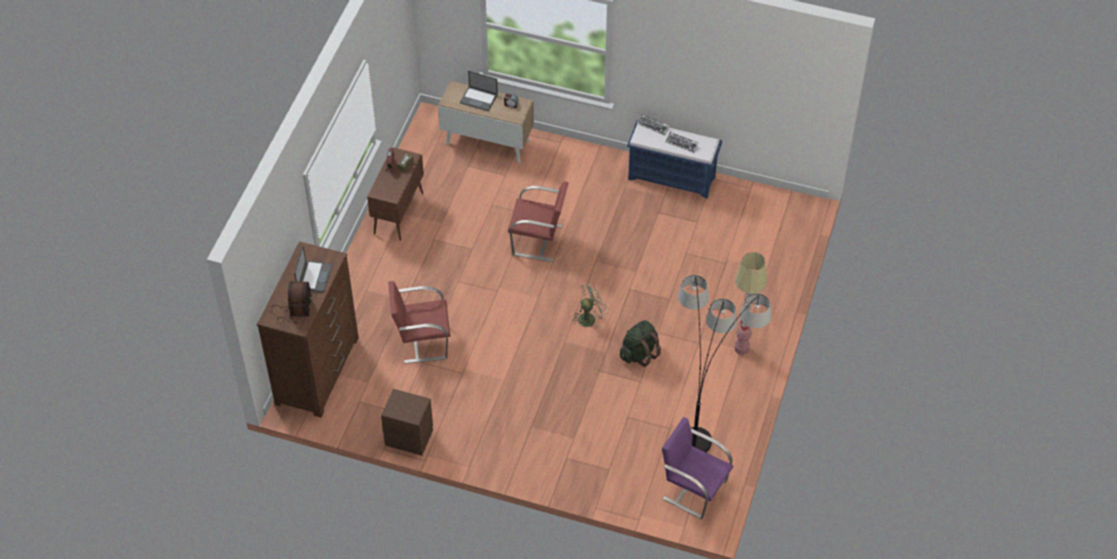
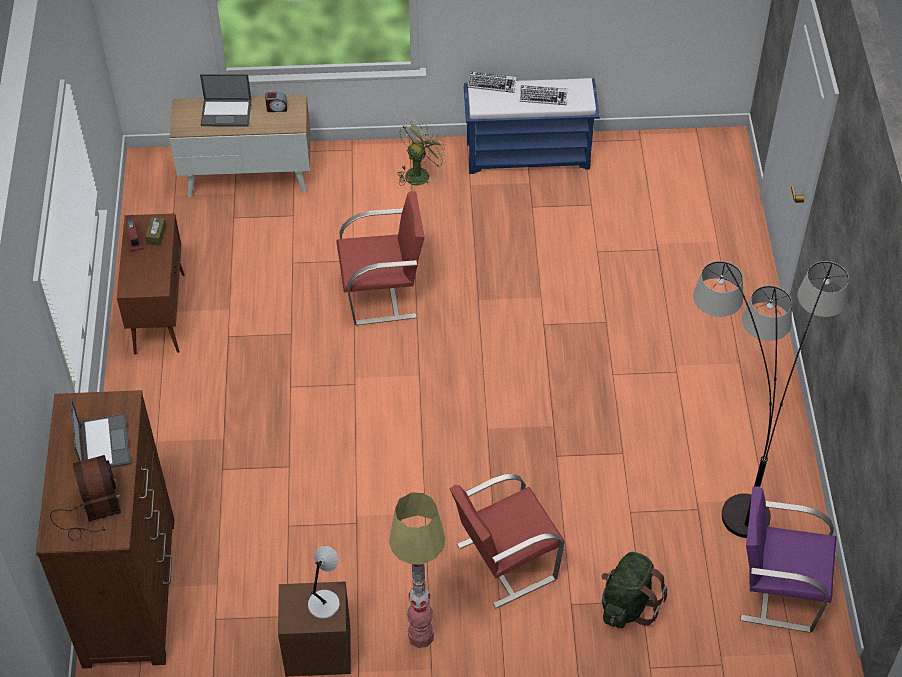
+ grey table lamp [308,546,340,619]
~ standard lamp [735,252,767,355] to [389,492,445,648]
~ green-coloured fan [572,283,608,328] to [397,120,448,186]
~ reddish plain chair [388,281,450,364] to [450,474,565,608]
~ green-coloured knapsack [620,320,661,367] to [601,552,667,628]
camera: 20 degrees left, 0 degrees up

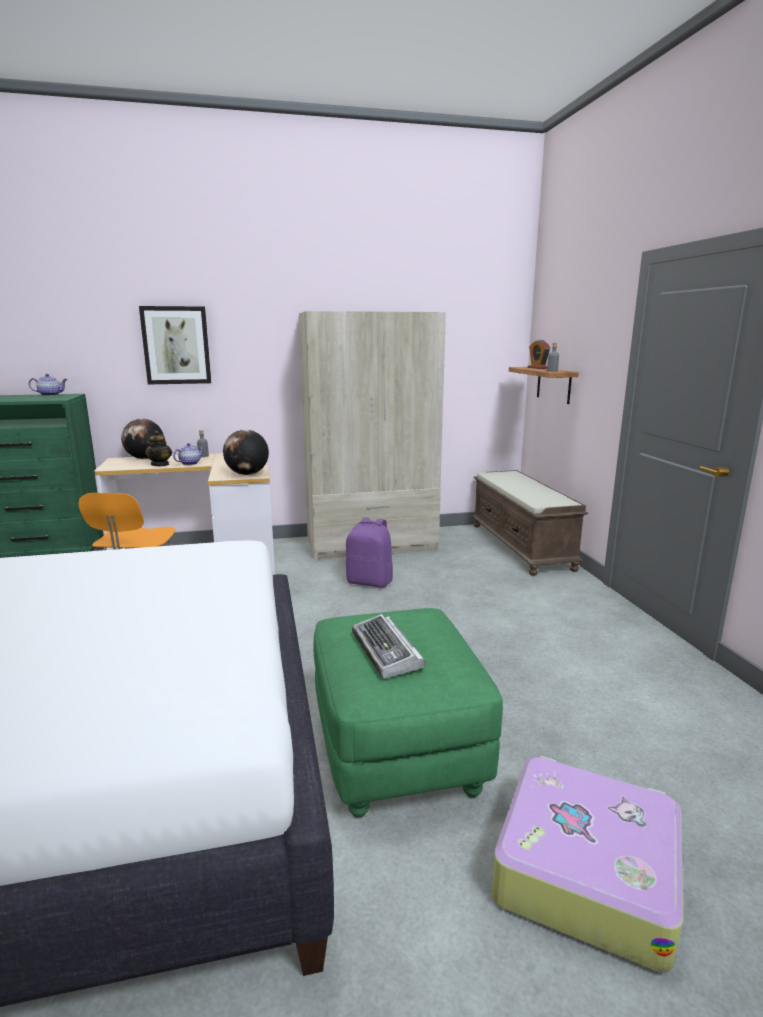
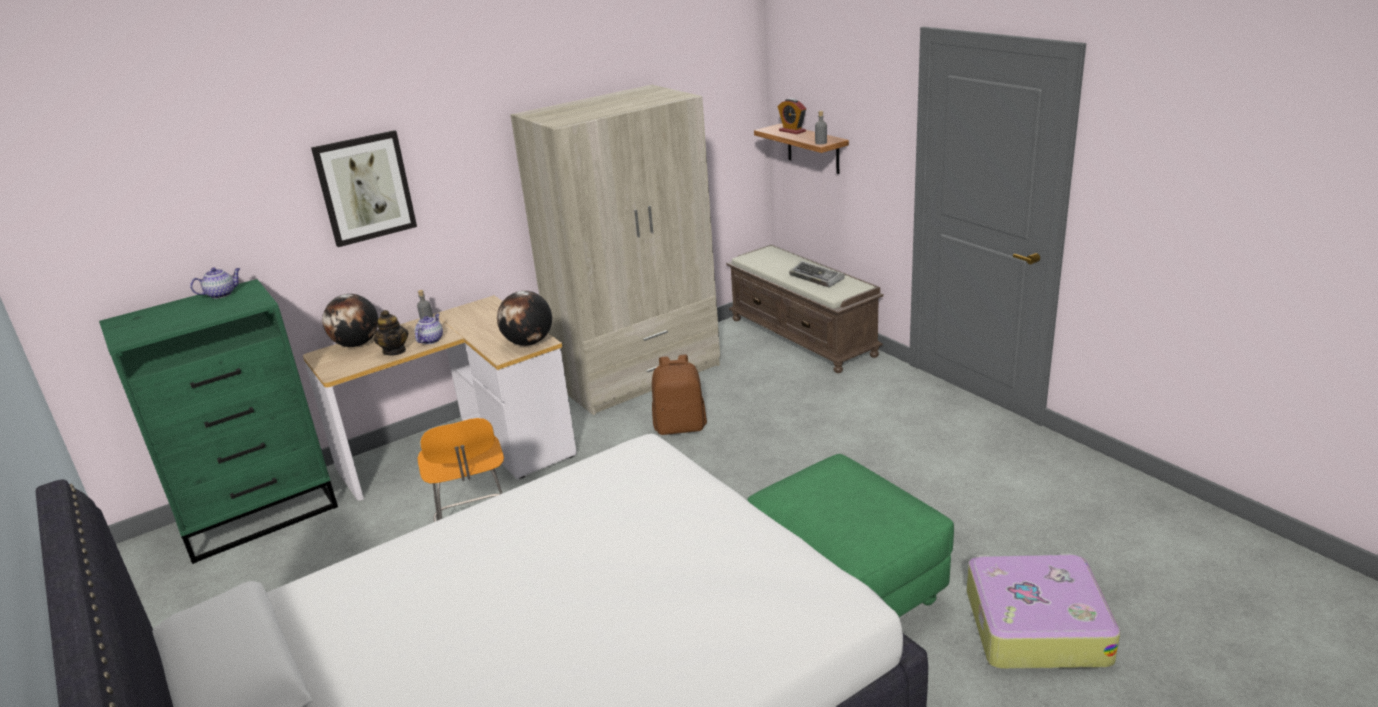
~ purple knapsack [345,517,393,588] to brownish knapsack [652,355,707,435]
~ computer keyboard [352,614,425,679] to [789,261,845,288]
camera: 20 degrees left, 10 degrees up

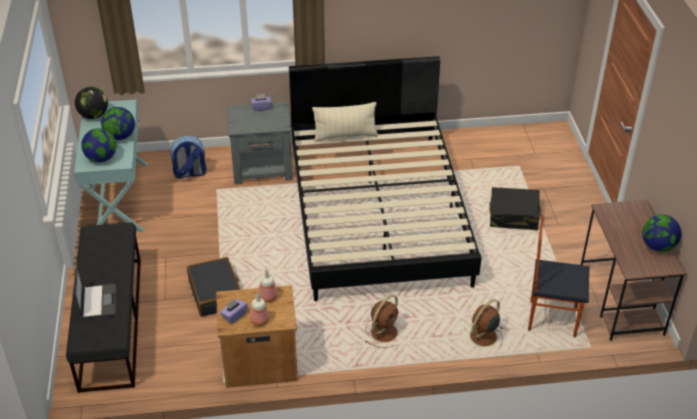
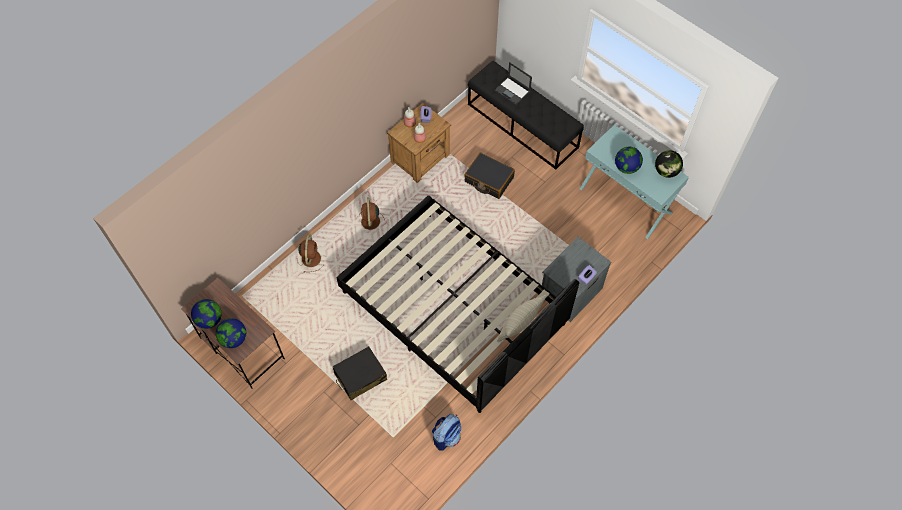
~ globe [81,128,116,162] to [216,318,246,348]
~ knapsack [170,136,206,179] to [432,414,461,450]
- plain chair [528,216,589,337]
camera: 140 degrees right, 20 degrees up

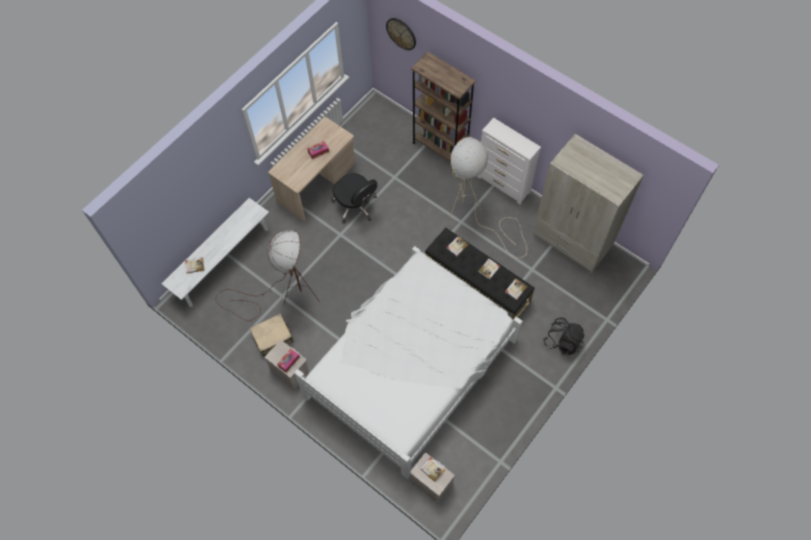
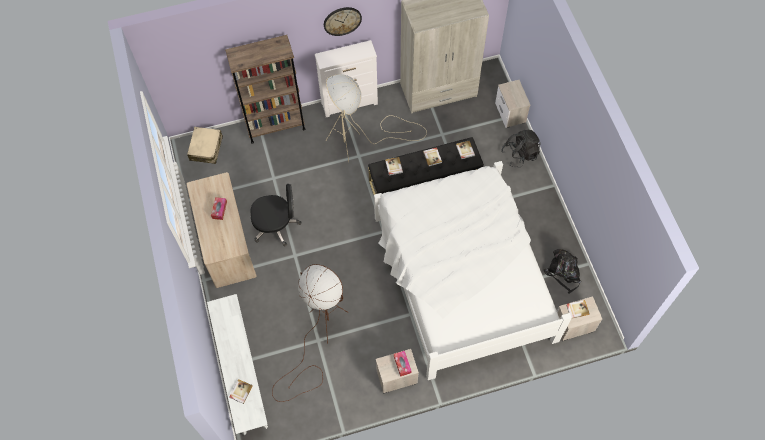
~ sand-coloured travel case [250,314,294,356] to [187,127,223,164]
~ clock on the wall [386,18,416,50] to [324,7,362,36]
+ nightstand [495,80,530,128]
+ black-coloured knapsack [544,249,581,294]
camera: 55 degrees left, 0 degrees up

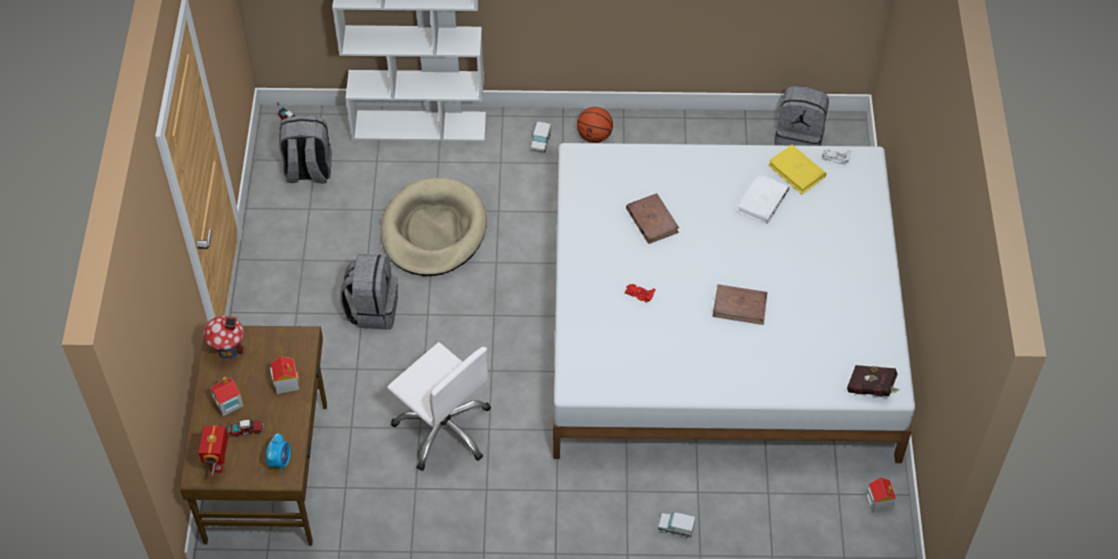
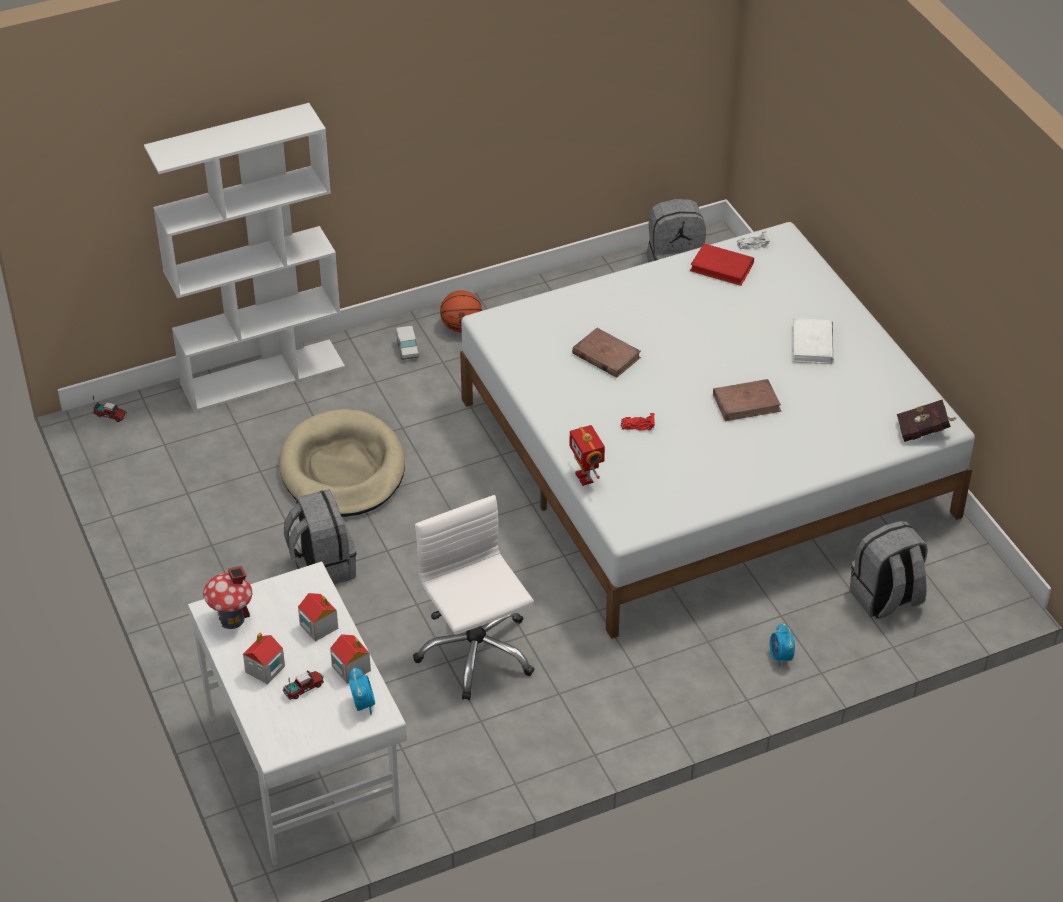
~ brownish desk [180,325,327,546] to whitish desk [188,561,407,865]
~ model house [866,477,896,513] to [330,634,371,684]
~ whitish desk chair [387,342,491,471] = [413,495,535,700] 135 degrees counterclockwise
~ robot figure [198,425,228,477] to [569,425,605,486]
~ yellow bound book [768,145,826,194] to reddish bound book [690,243,754,286]
~ toy lorry [658,512,695,538] to alarm clock [770,623,795,667]
~ whitish bound book [736,174,790,224] to [792,318,834,364]
~ grey knapsack [279,115,332,183] to [850,521,928,619]
camera: 25 degrees left, 10 degrees down

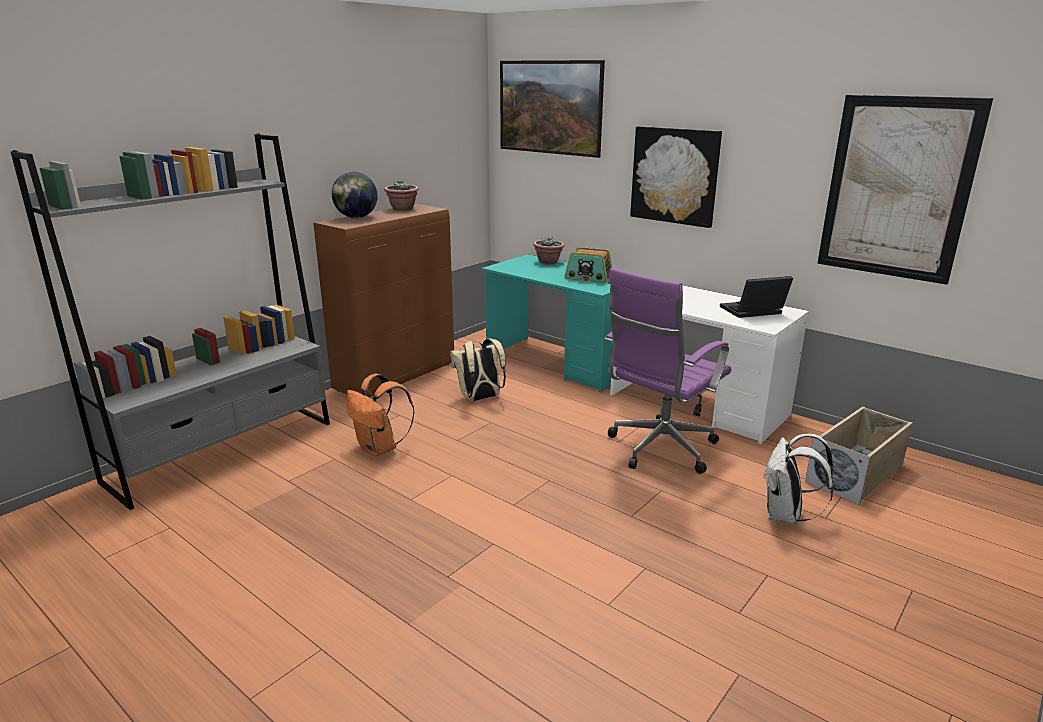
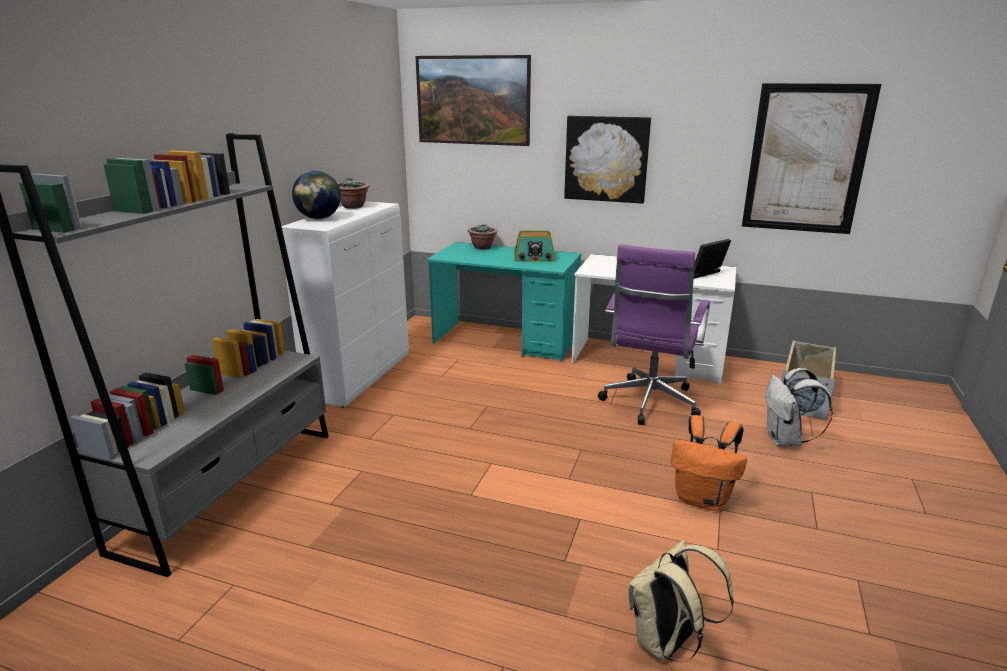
~ brownish storage cabinet [313,204,454,397] to whitish storage cabinet [281,201,409,408]
~ sand-coloured knapsack [450,339,506,401] to [628,540,734,662]
~ orange-coloured knapsack [347,374,414,456] to [671,415,747,511]
camera: 20 degrees left, 0 degrees up

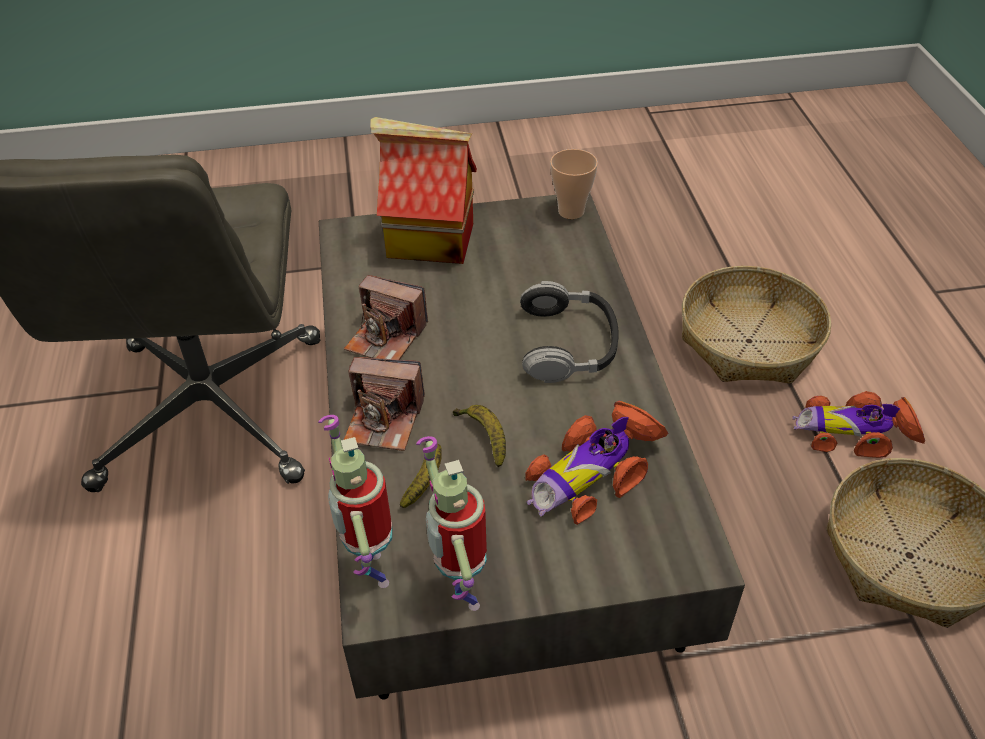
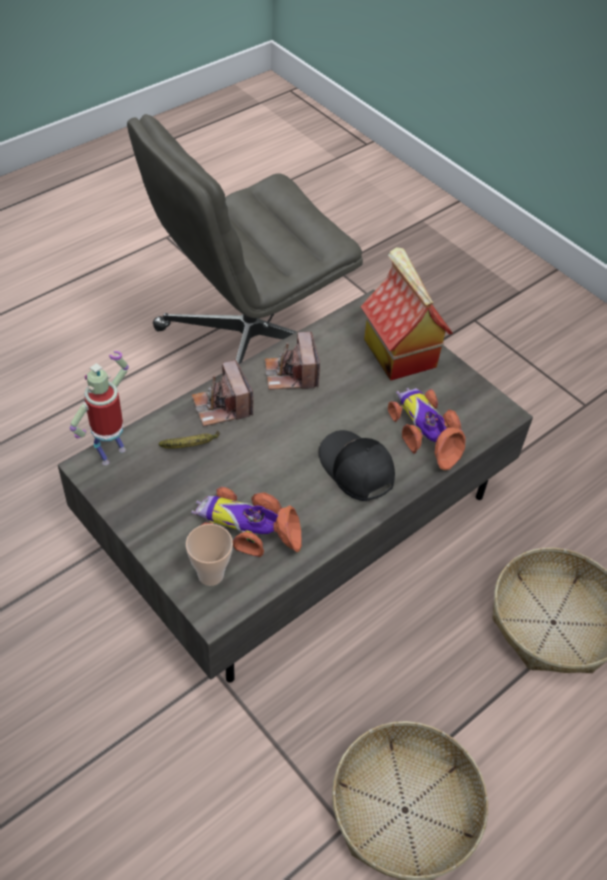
~ small cup [550,149,598,219] to [186,524,233,586]
~ headphones [520,281,619,383] to black-coloured peaked cap [319,430,395,501]
~ model car [793,391,925,458] to [388,388,466,470]
- robot figure [416,436,487,611]
- banana [453,405,506,467]
camera: 55 degrees right, 5 degrees up

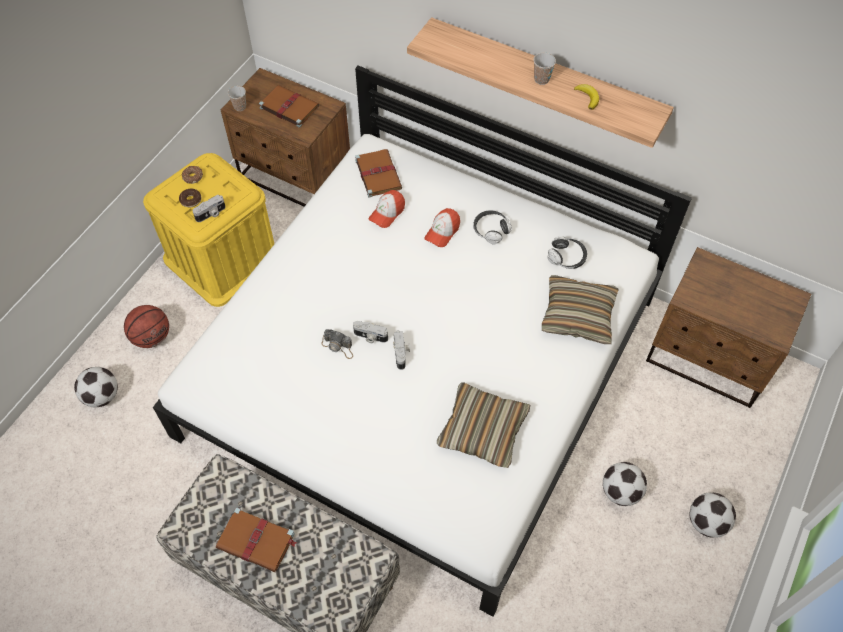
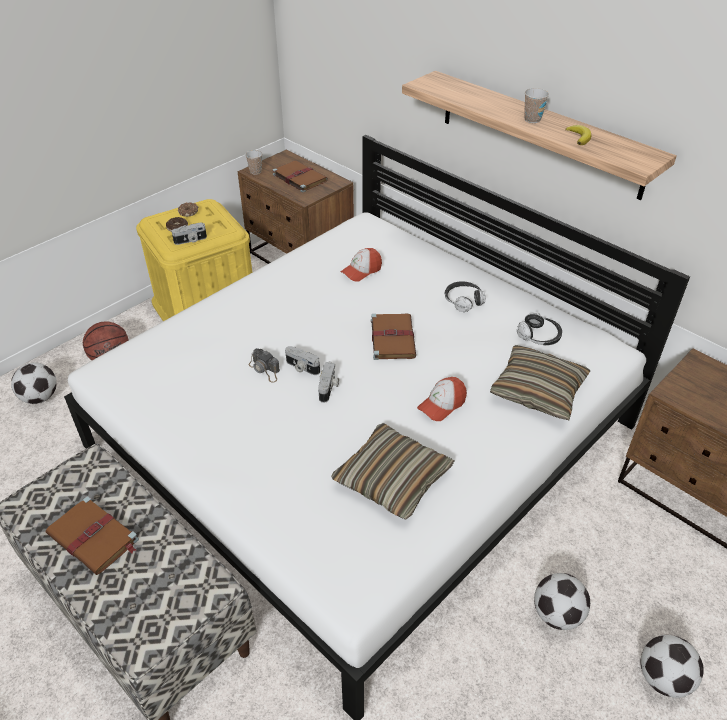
~ brownish bound book [355,149,402,198] to [371,314,416,360]
~ peaked cap [424,208,460,247] to [417,377,467,421]
camera: 15 degrees right, 15 degrees down

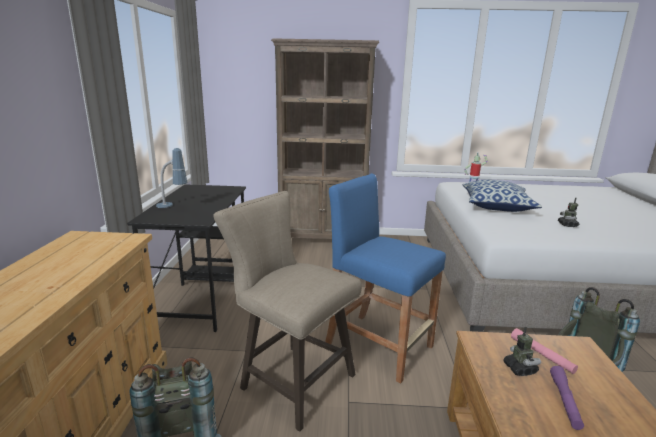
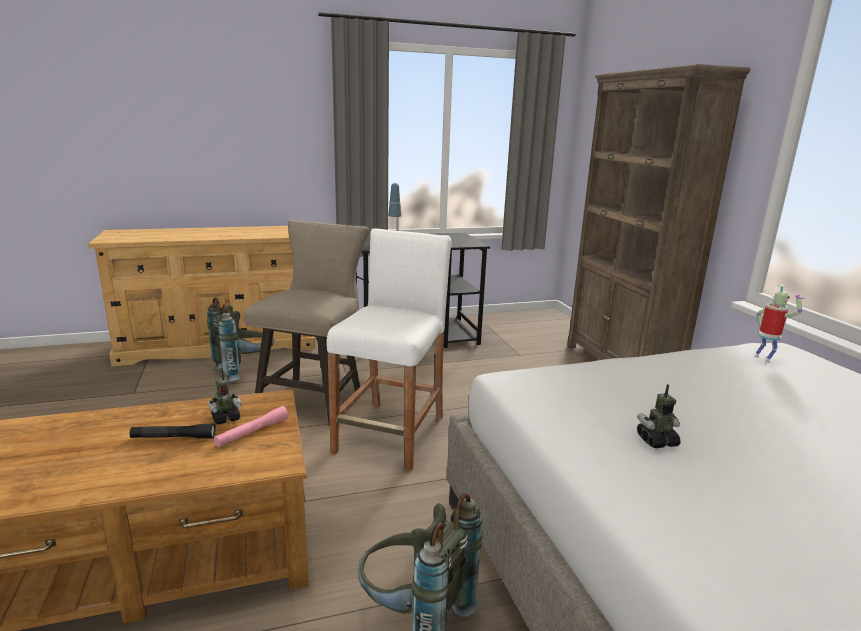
~ purple hand torch [550,366,584,430] to black-coloured hand torch [130,423,216,438]
~ blue-coloured stool [325,173,446,384] to whitish stool [327,228,451,471]
- cushion [463,180,542,212]
camera: 70 degrees right, 0 degrees up

